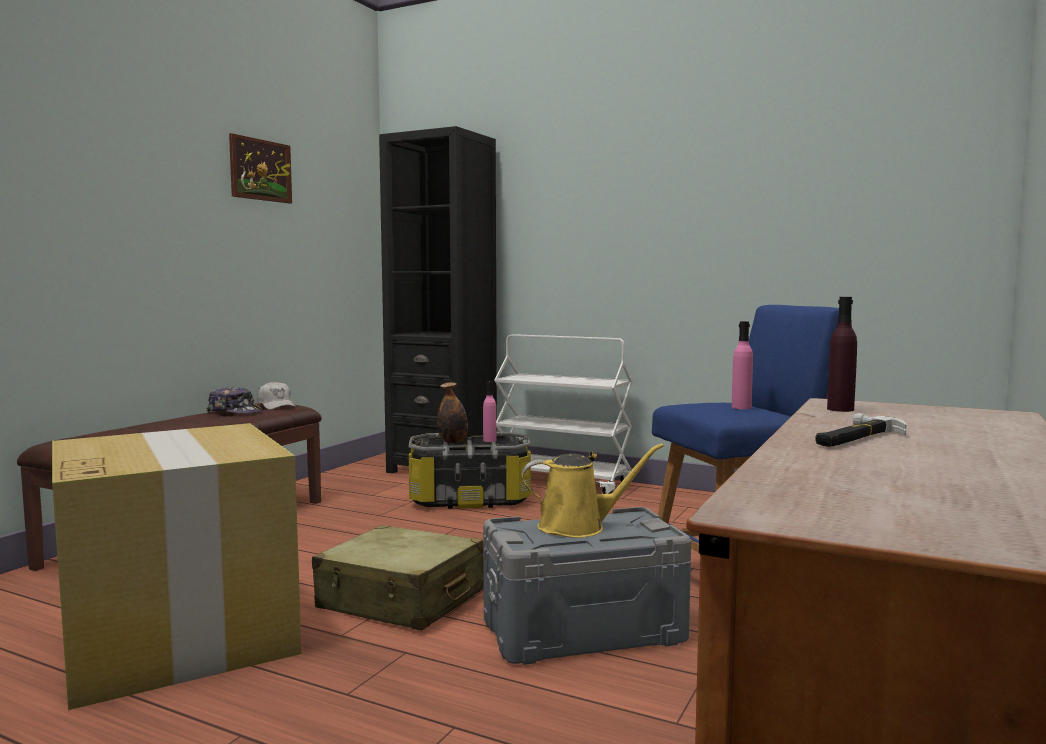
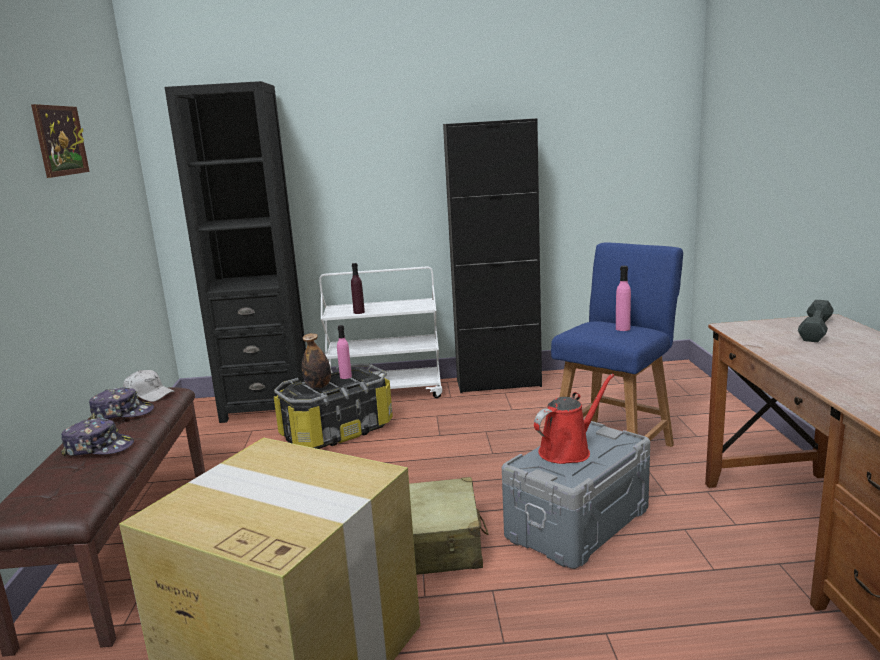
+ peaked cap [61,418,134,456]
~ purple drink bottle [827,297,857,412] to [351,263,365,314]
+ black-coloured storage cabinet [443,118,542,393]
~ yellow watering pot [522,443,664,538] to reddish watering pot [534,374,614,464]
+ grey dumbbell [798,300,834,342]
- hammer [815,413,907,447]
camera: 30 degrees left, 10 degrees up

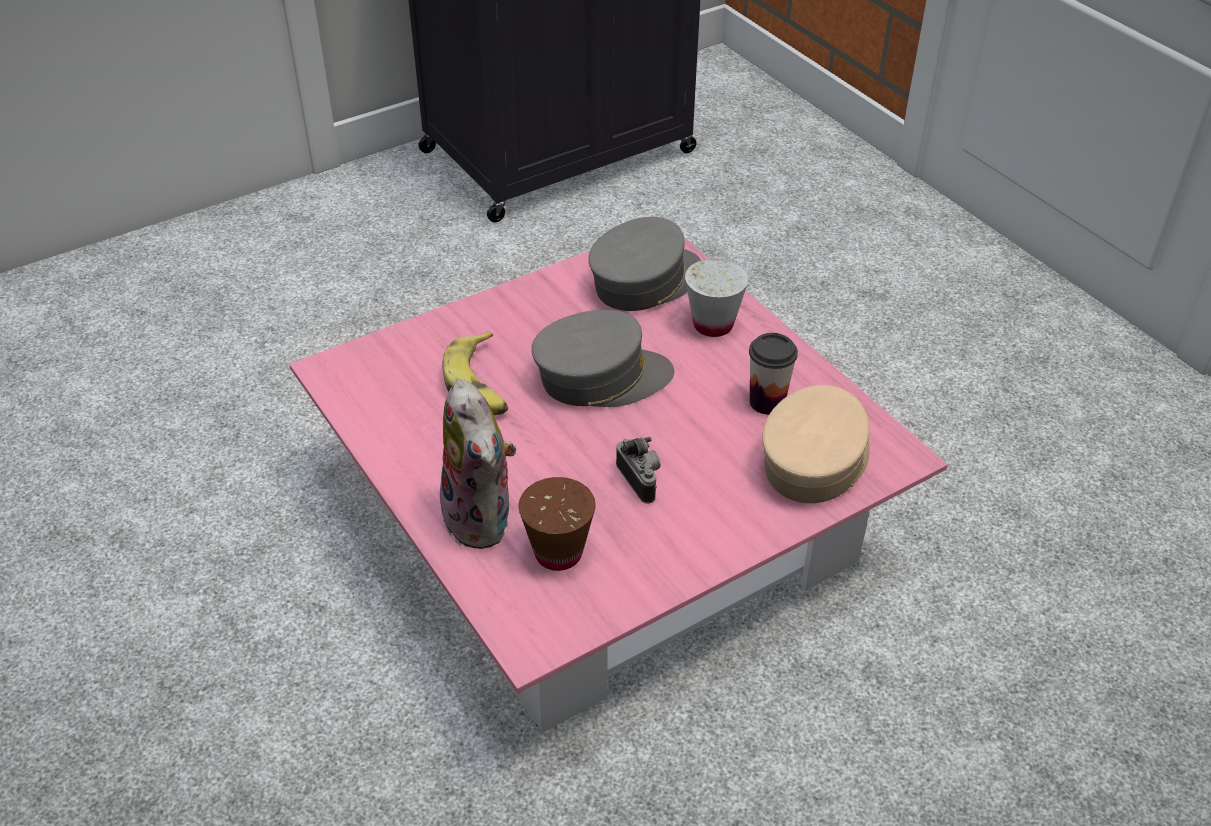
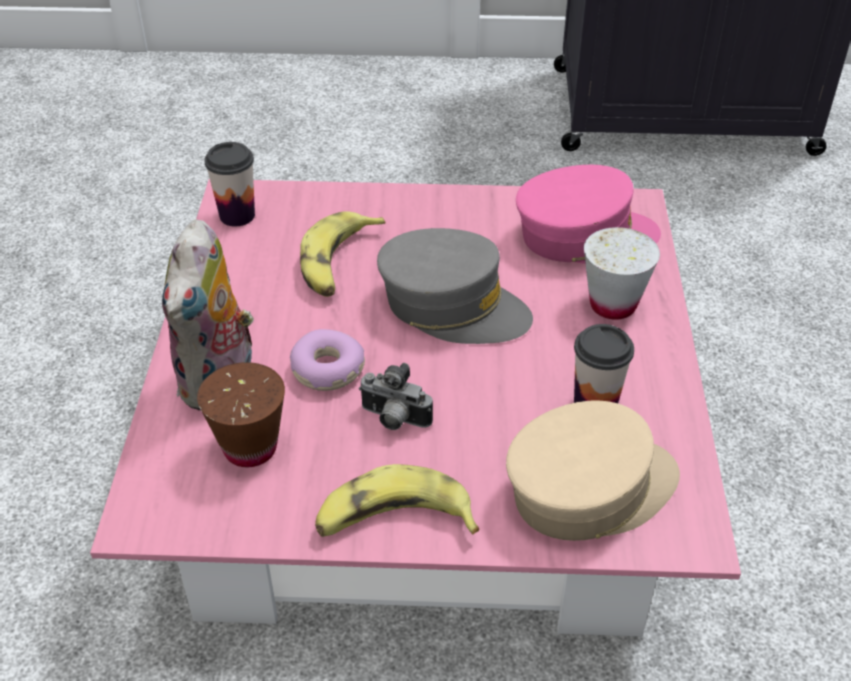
+ small cup [204,142,255,226]
+ doughnut [290,329,365,391]
+ banana [315,464,480,537]
~ still camera [616,437,660,504] = [359,363,433,430] 105 degrees clockwise
~ grey peaked cap [588,217,701,311] to pinkish peaked cap [516,165,661,264]
camera: 35 degrees right, 0 degrees up

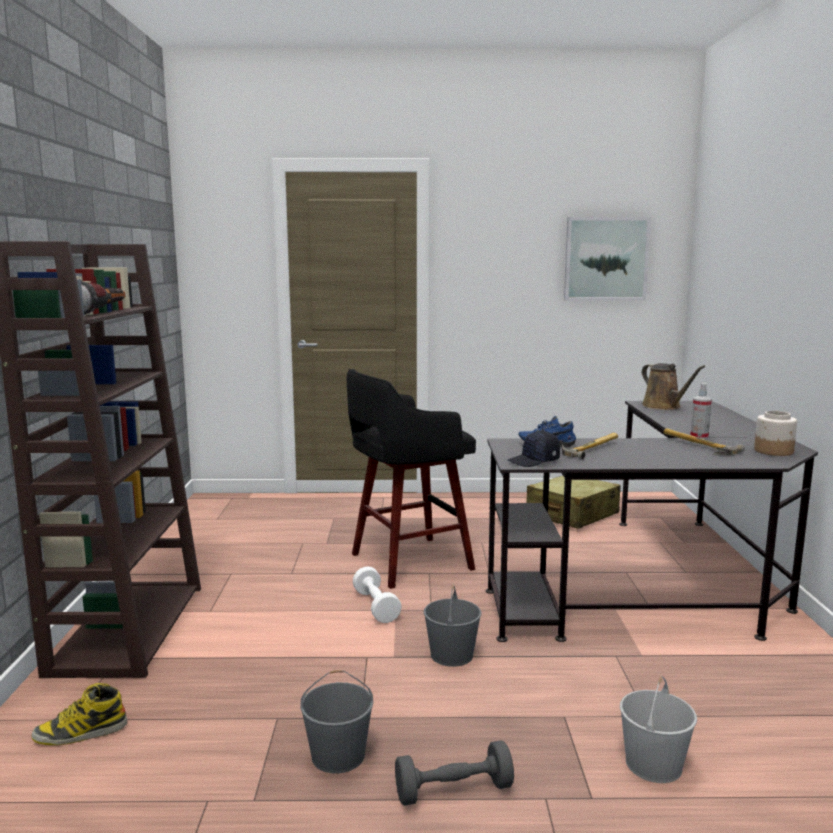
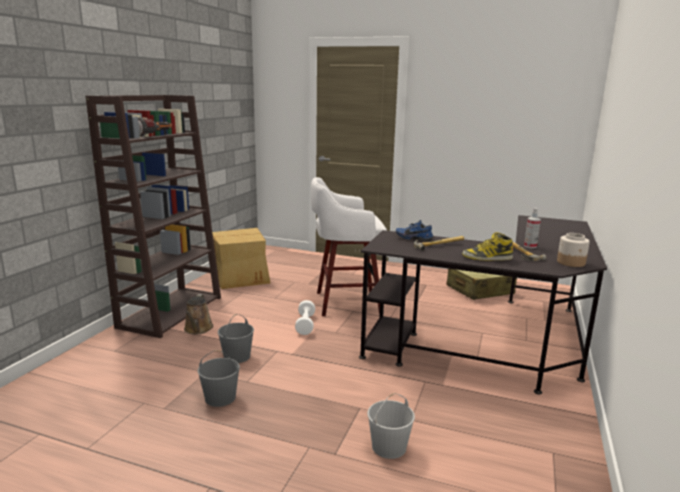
~ brownish watering pot [642,363,705,410] to [184,294,214,334]
+ packing box [210,228,270,289]
~ grey pail [424,584,481,667] to [218,314,254,363]
~ black-coloured stool [347,369,476,589] to whitish stool [311,177,387,316]
~ tall boot [31,683,127,745] to [462,232,513,261]
- grey dumbbell [395,741,514,806]
- black-coloured peaked cap [508,431,560,467]
- wall art [564,217,651,301]
camera: 20 degrees right, 5 degrees up

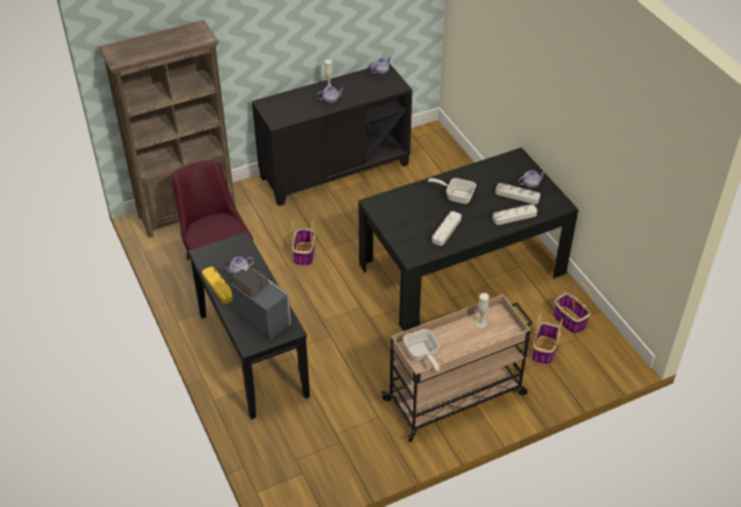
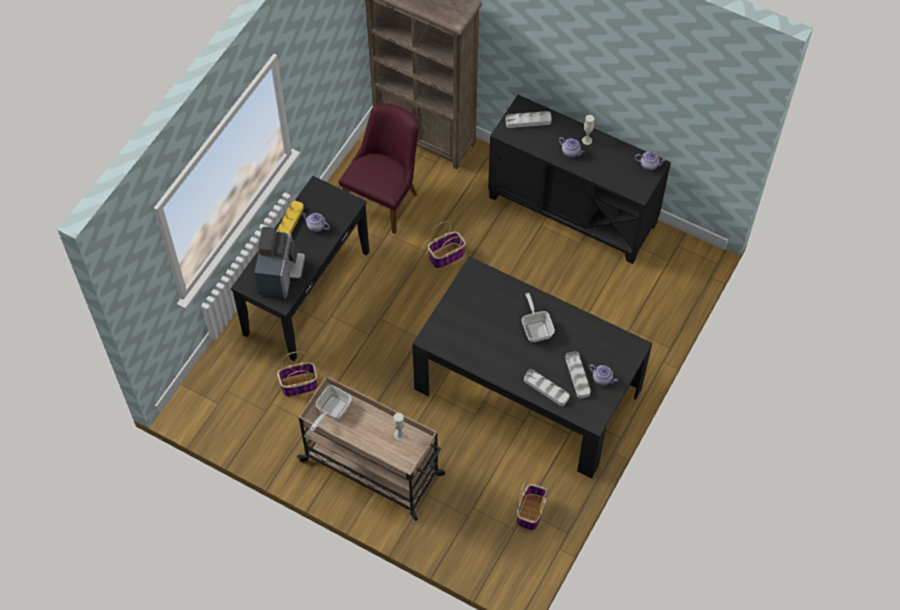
~ storage basket [532,312,563,365] to [277,351,318,396]
~ grey carrying tray [432,211,461,246] to [506,111,552,128]
camera: 55 degrees right, 15 degrees up

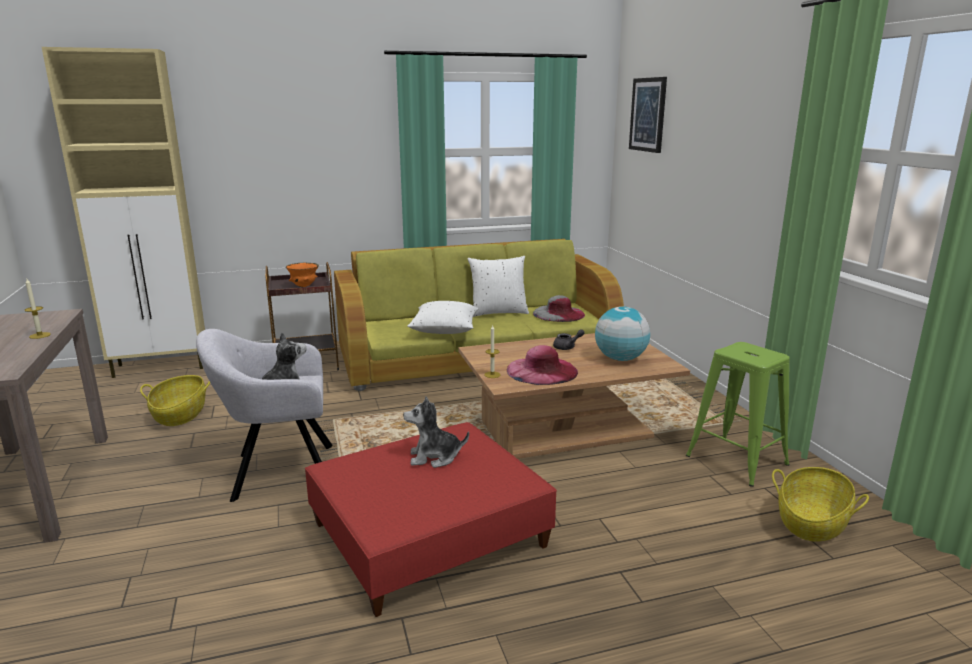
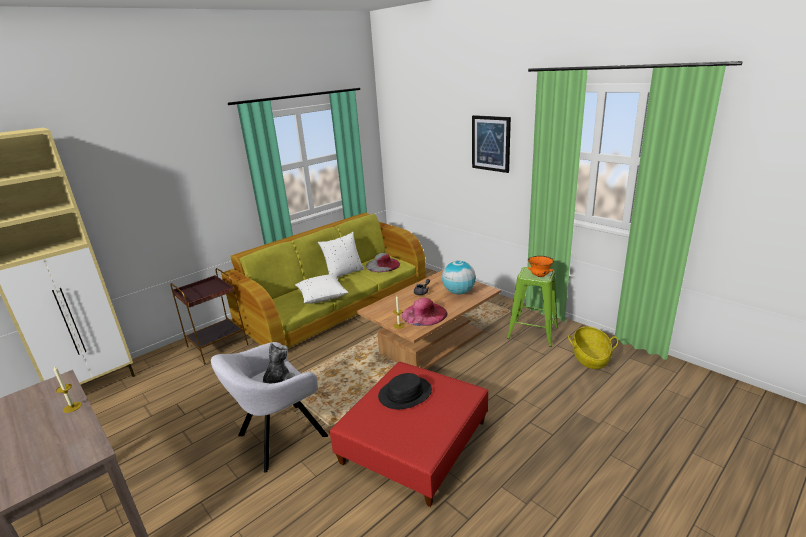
~ soft toy [403,396,469,468] to black-coloured clothing hat [378,373,432,409]
~ wall art [629,77,667,153] to [472,115,511,173]
~ orange-coloured bowl [286,263,319,287] to [528,256,554,277]
- storage basket [140,375,210,426]
camera: 25 degrees left, 5 degrees up

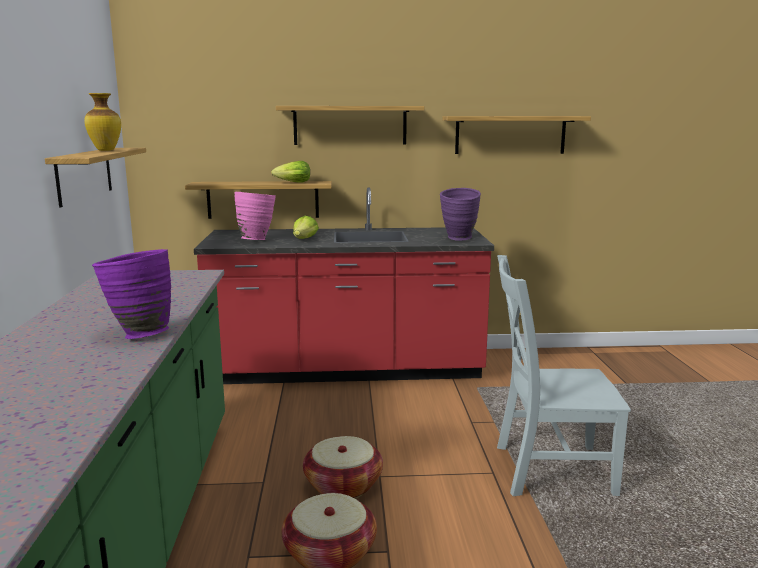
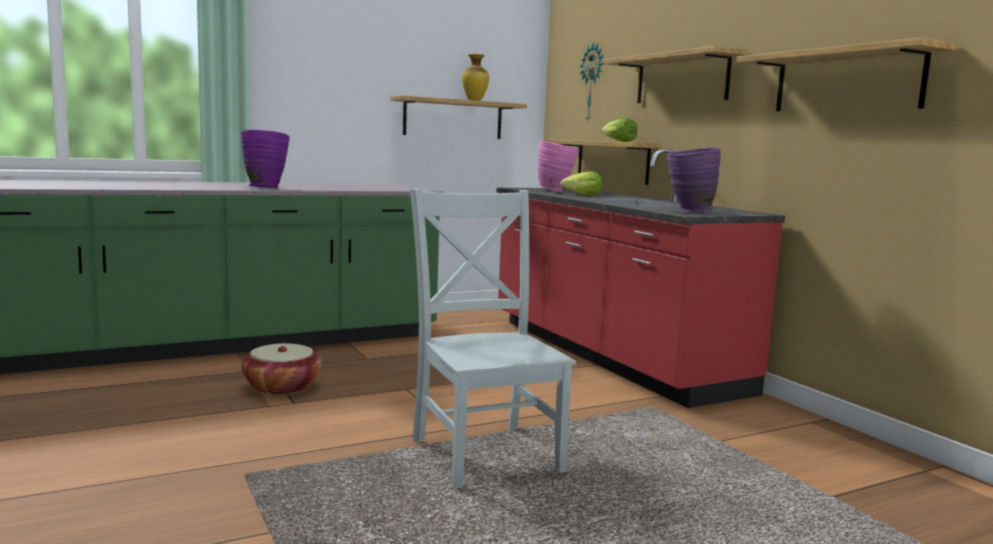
+ clock on the wall [580,43,604,120]
- storage basket [303,436,383,498]
camera: 65 degrees right, 5 degrees down

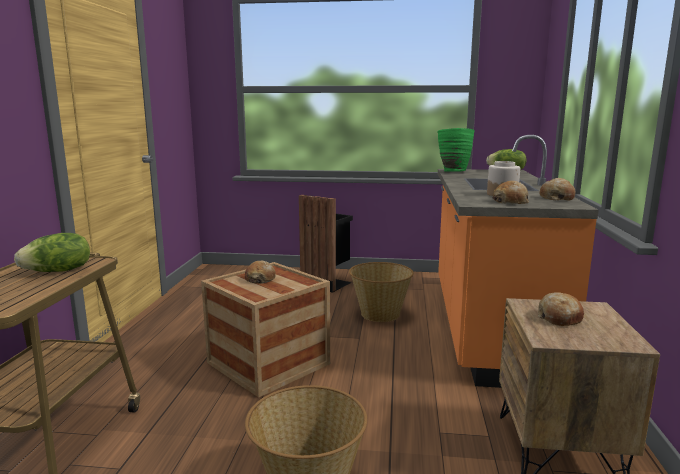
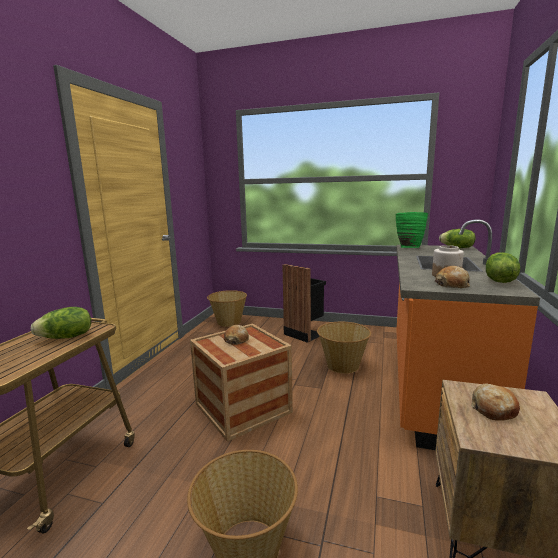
+ storage basket [207,290,247,327]
~ baked bread [539,178,575,200] to lettuce [486,252,520,283]
camera: 10 degrees right, 0 degrees up

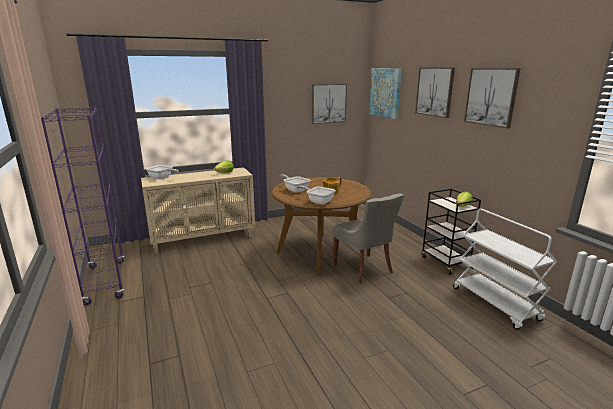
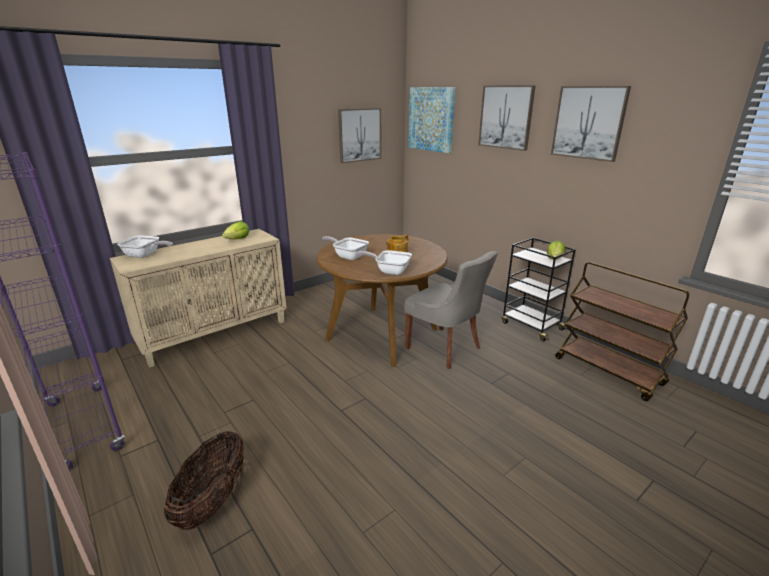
+ storage basket [164,431,244,530]
~ whitish cart [453,209,557,330] to brownish cart [555,262,689,401]
camera: 15 degrees left, 5 degrees up

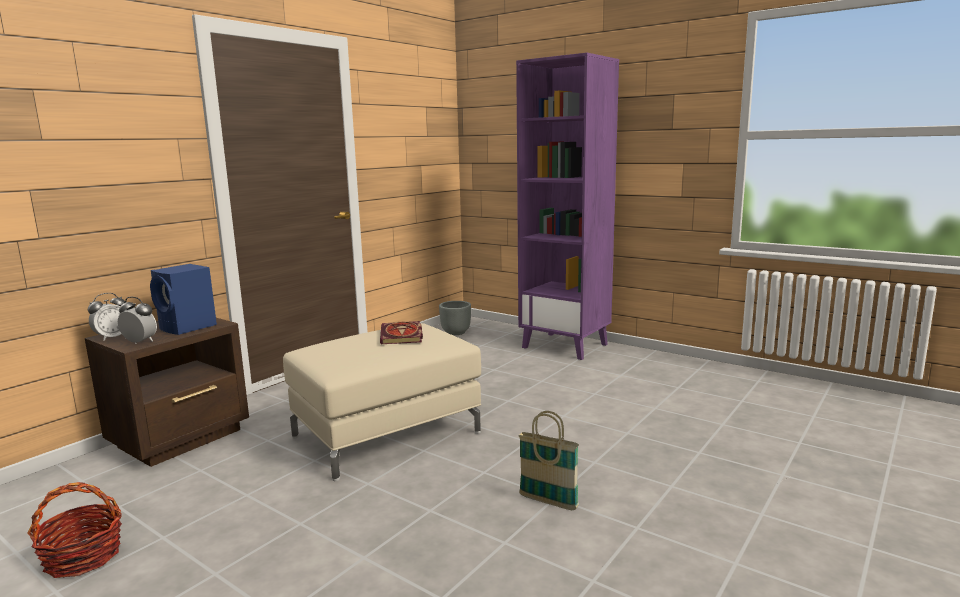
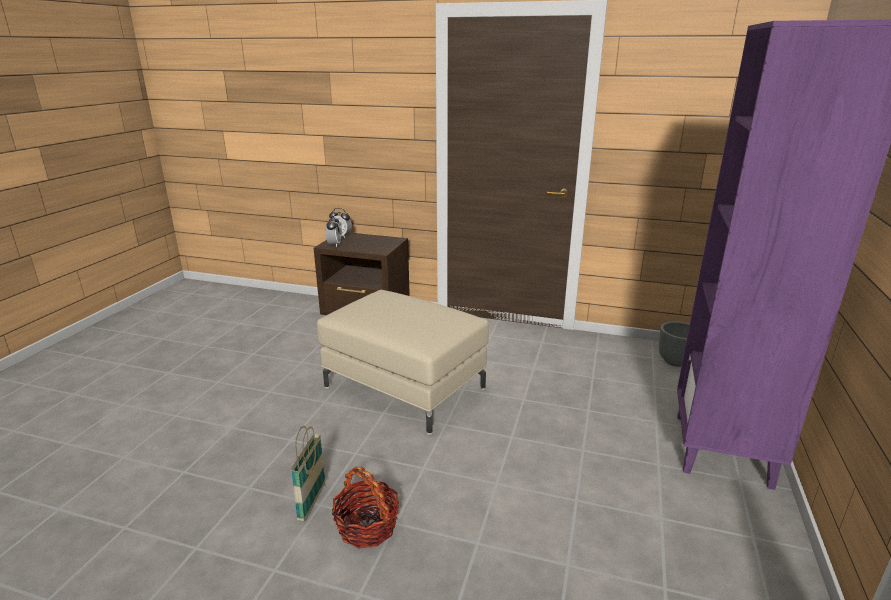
~ storage basket [27,482,122,578] to [332,466,399,549]
- blue-coloured speaker [150,264,217,335]
- bound book [380,321,423,344]
camera: 70 degrees right, 10 degrees up

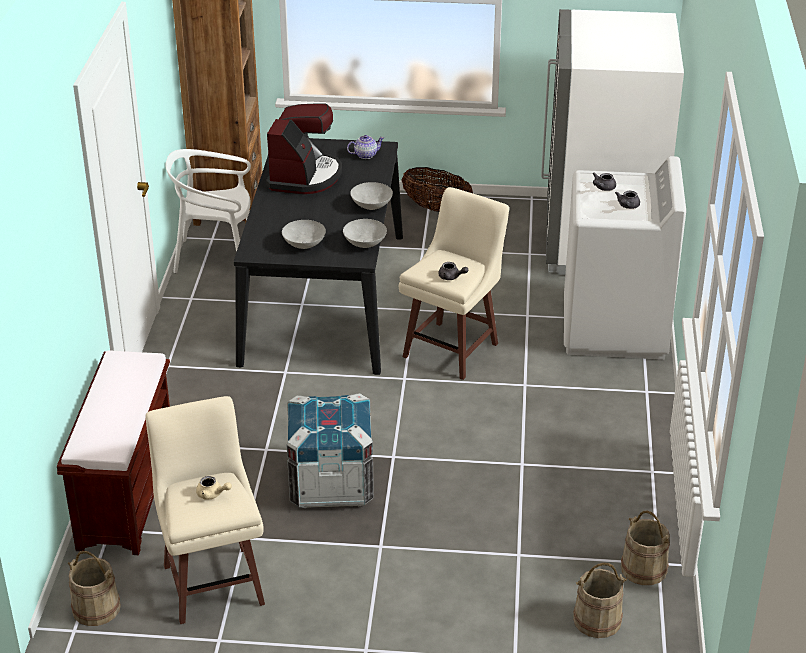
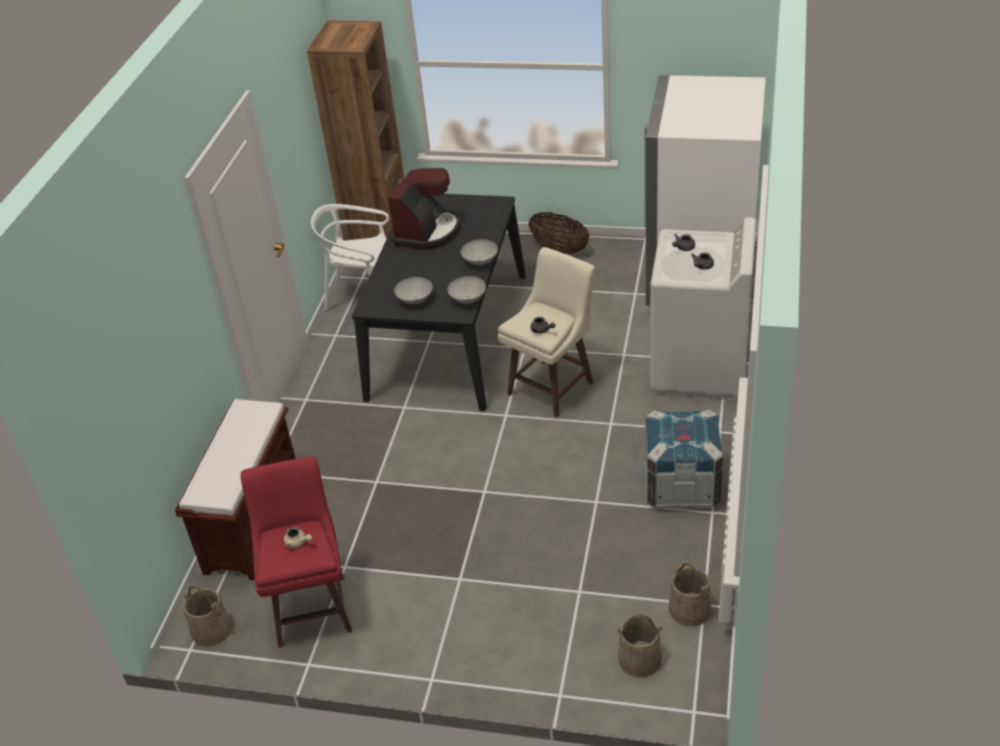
~ sand-coloured stool [146,396,265,624] to reddish stool [240,456,352,648]
~ crate [287,393,374,508] to [645,410,723,509]
- teapot [347,135,384,159]
camera: 10 degrees right, 5 degrees up

